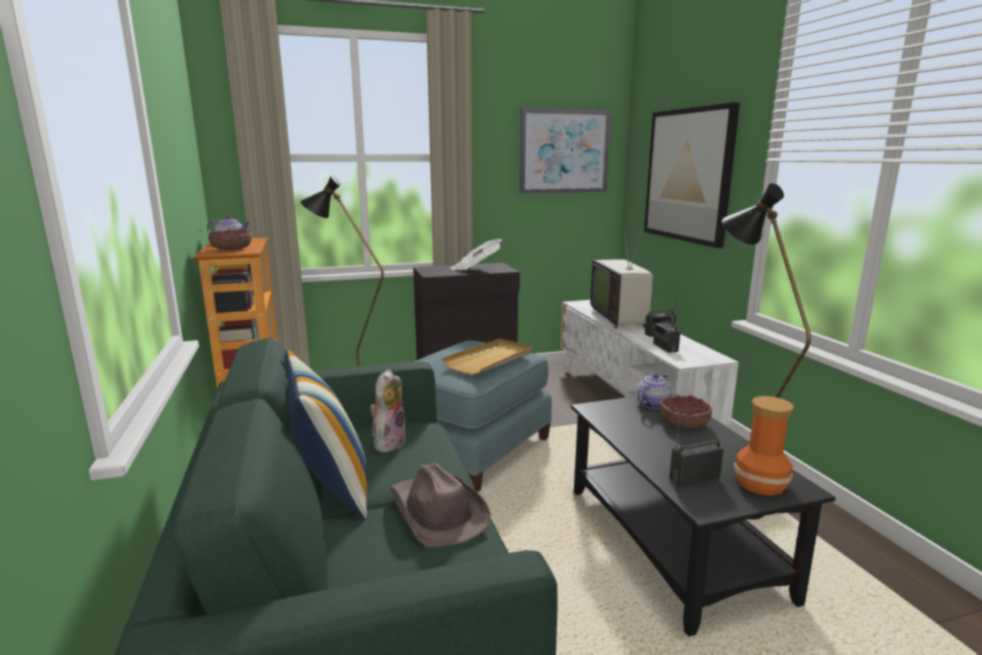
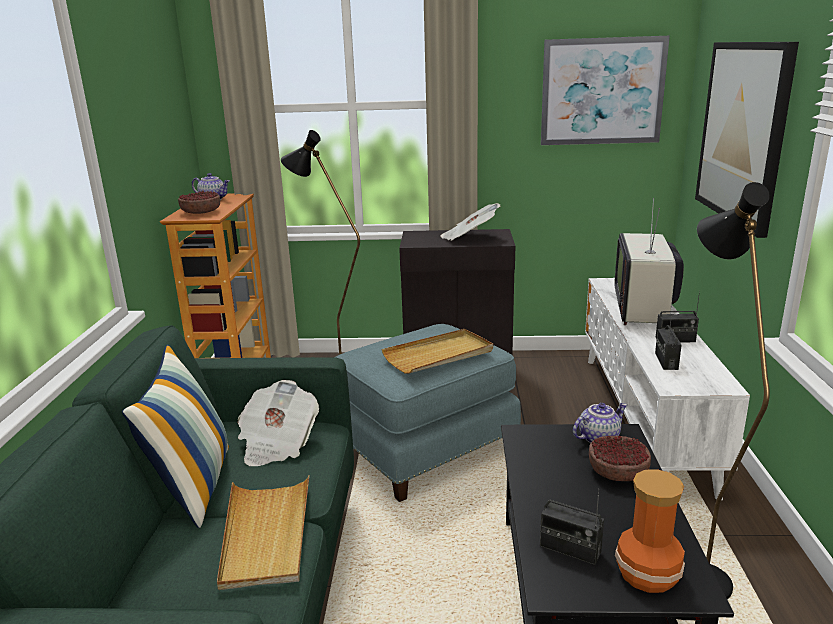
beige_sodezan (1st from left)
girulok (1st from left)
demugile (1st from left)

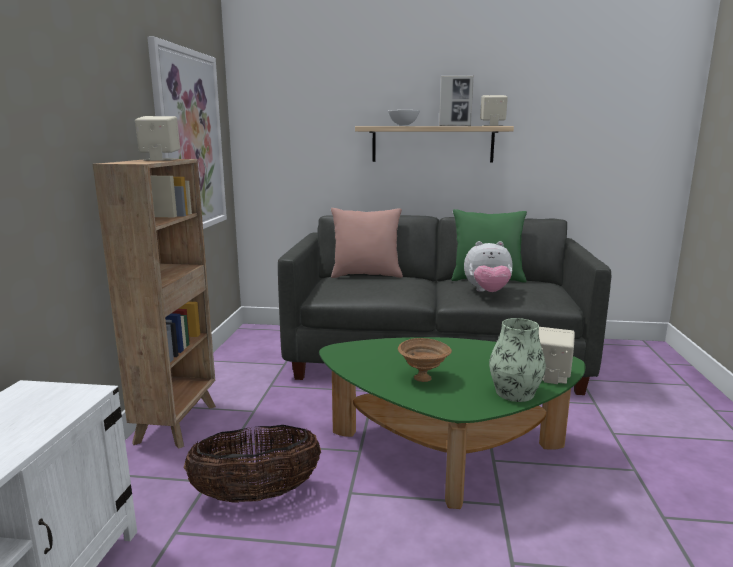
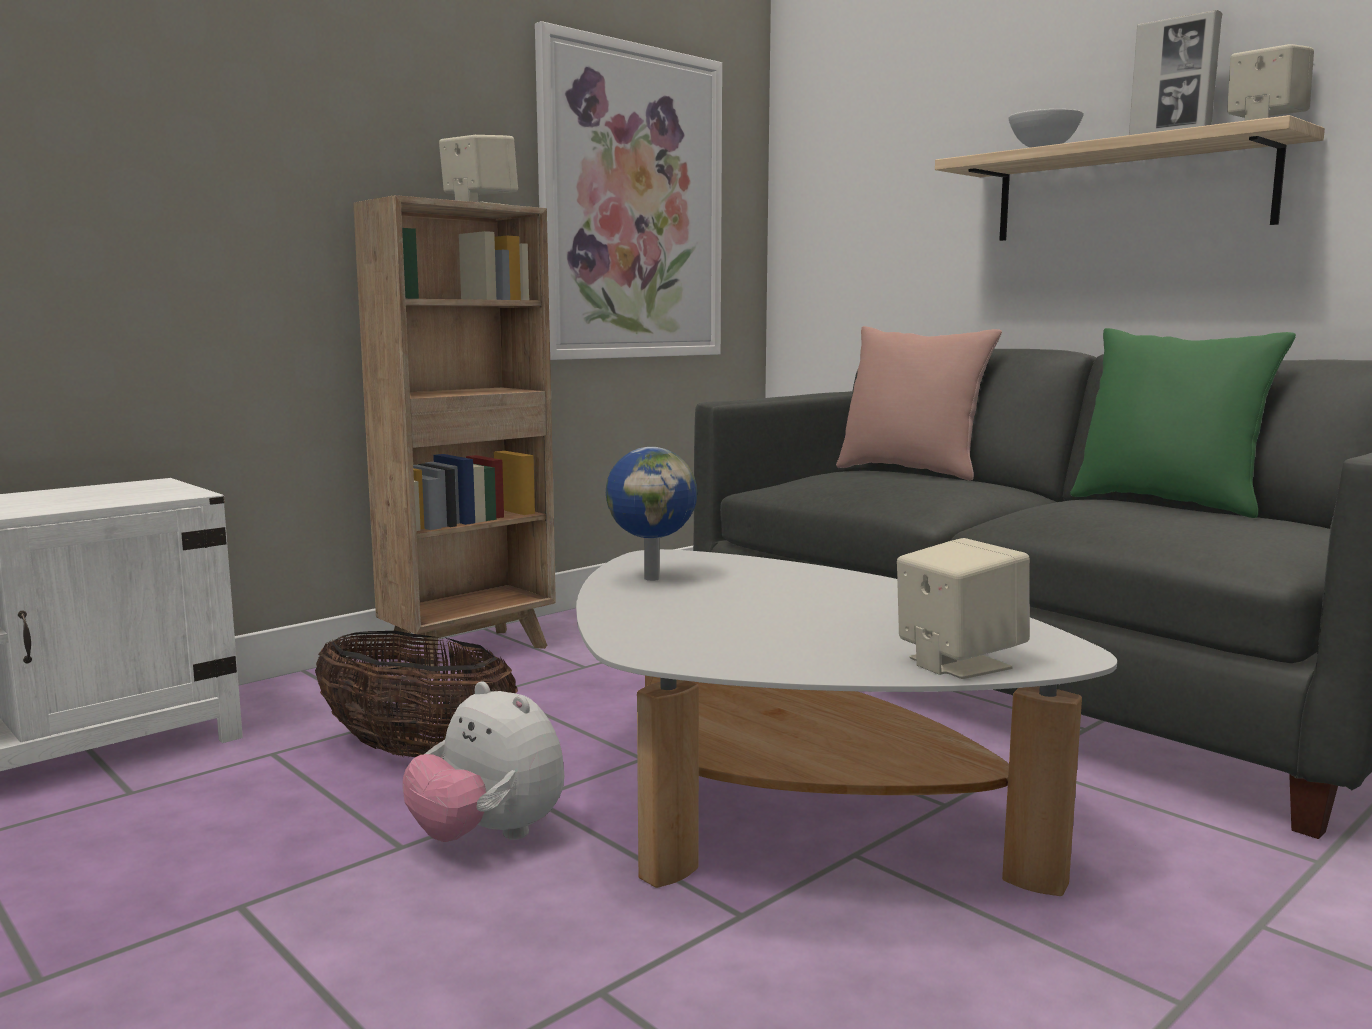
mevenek
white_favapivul
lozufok
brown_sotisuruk
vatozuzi

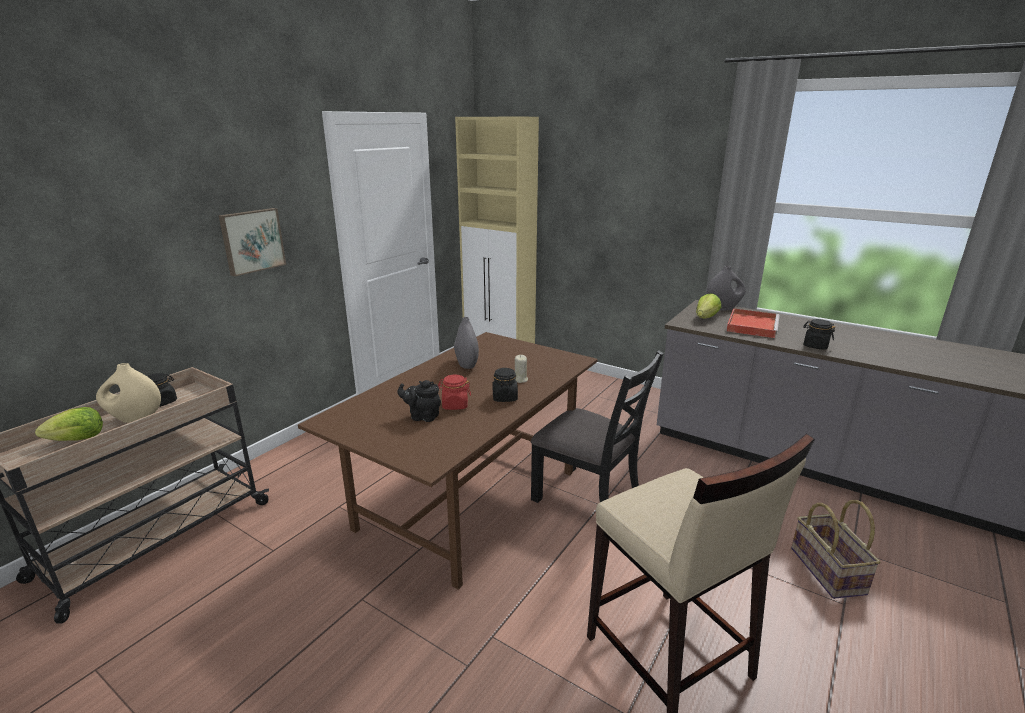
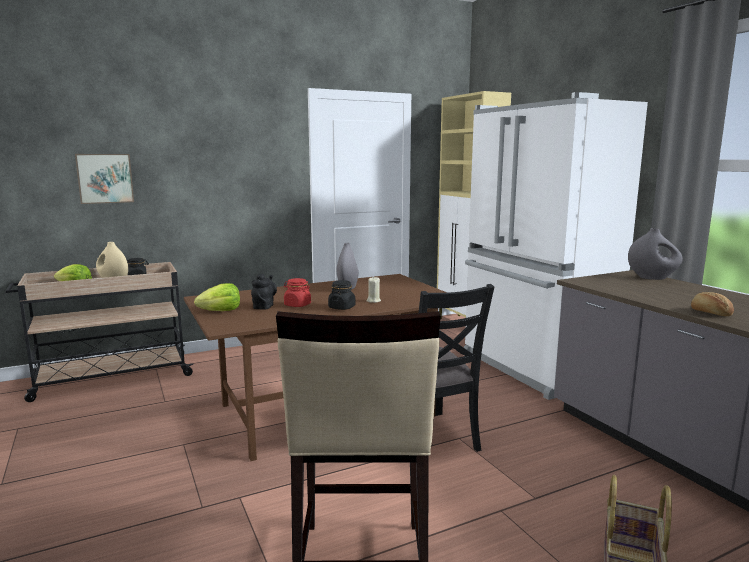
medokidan
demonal (2nd from left)
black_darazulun
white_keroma
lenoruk
red_sodezan

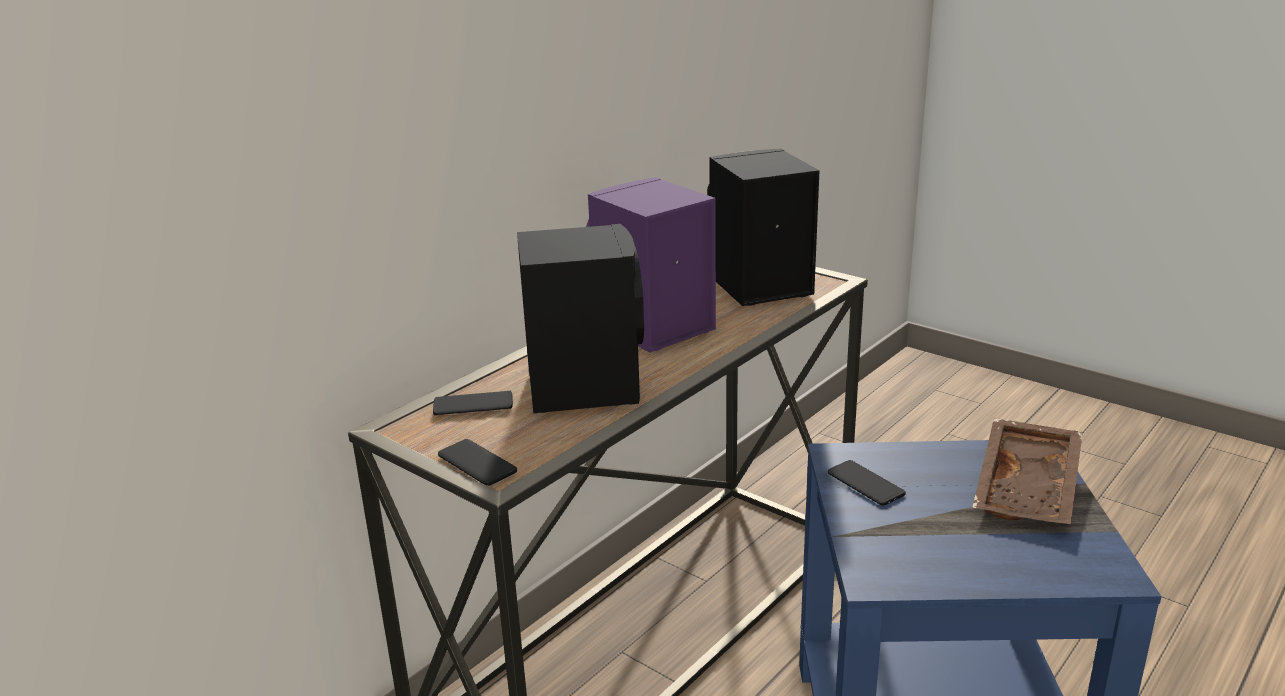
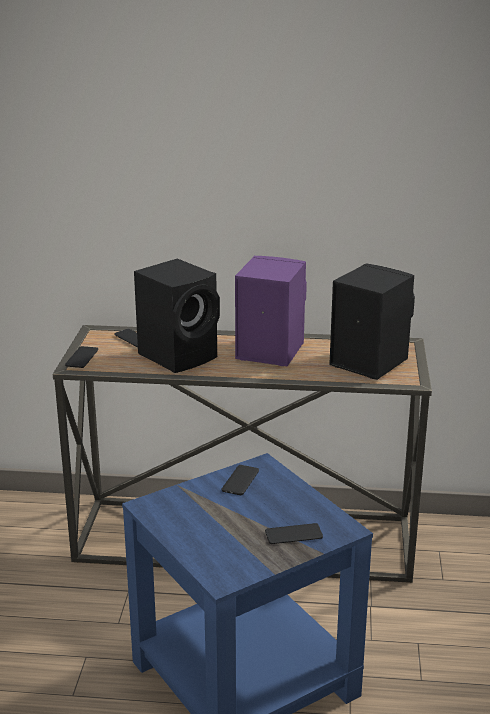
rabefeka (4th from left)

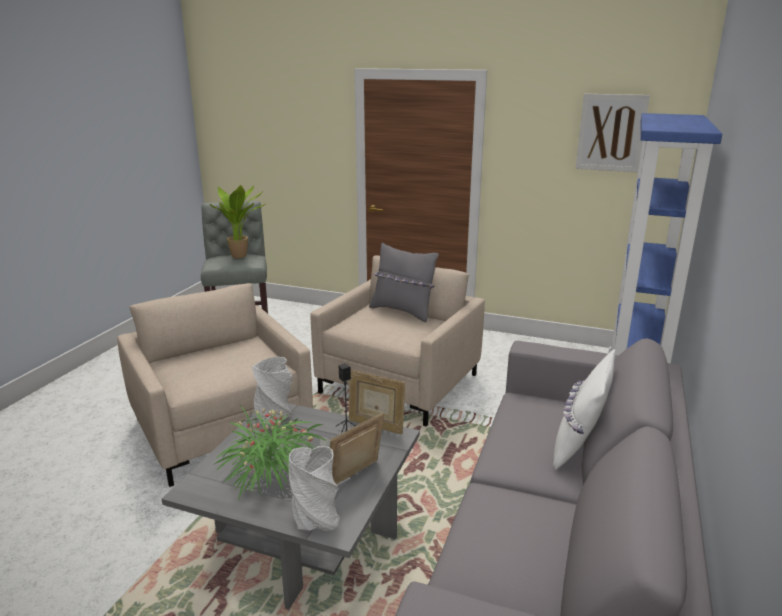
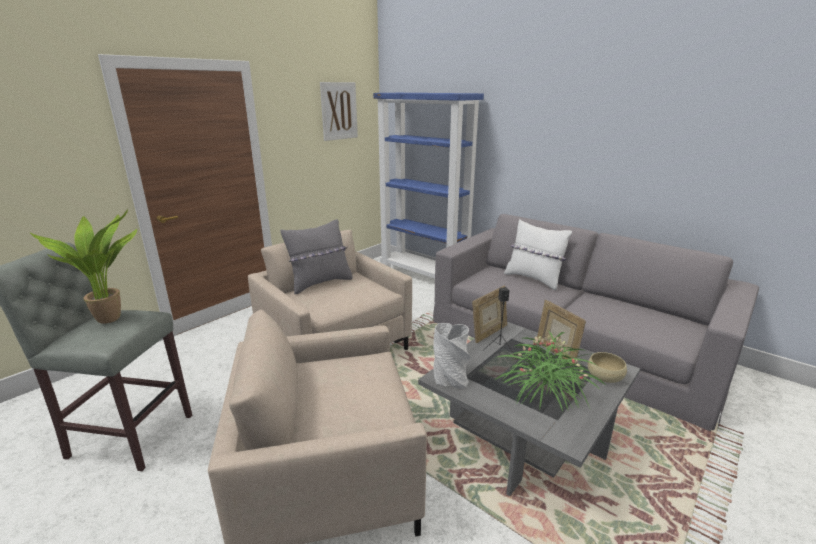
beige_sotisuruk

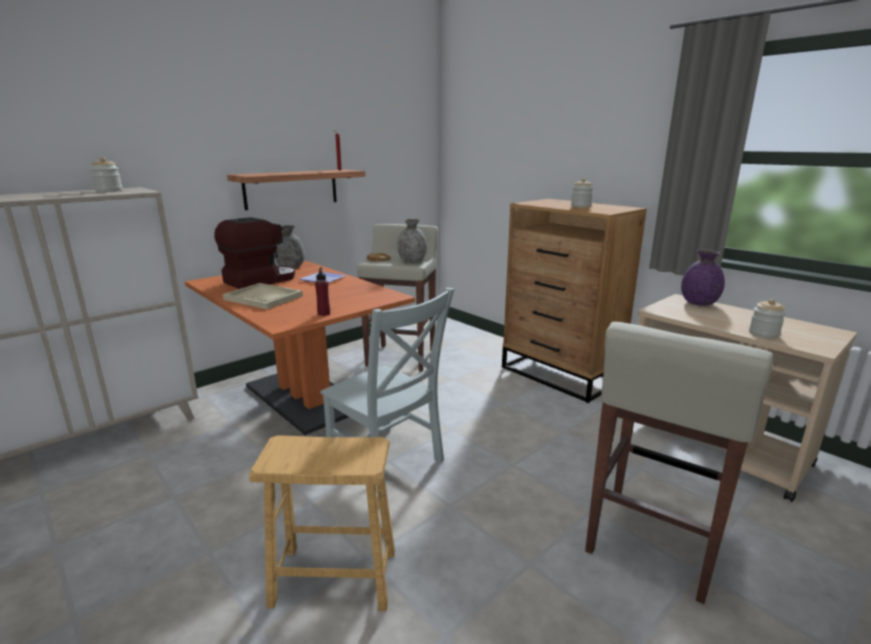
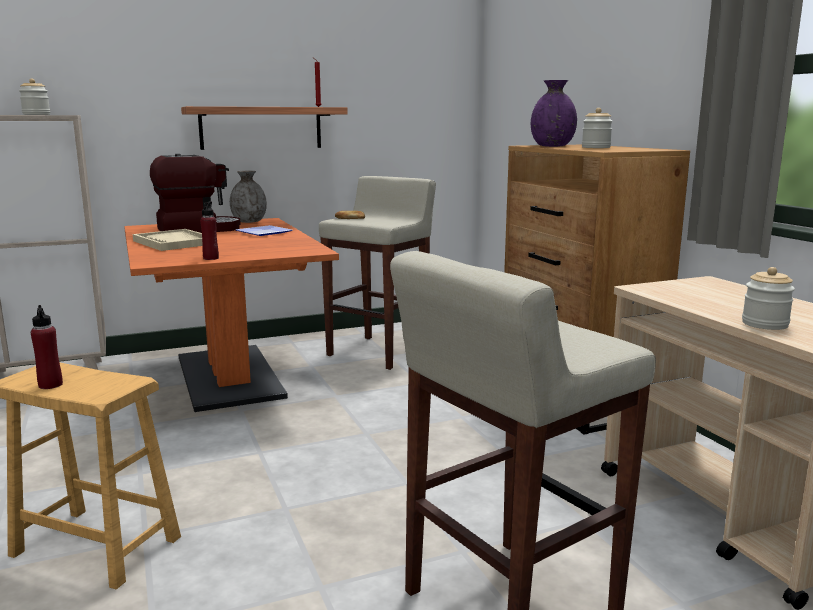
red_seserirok (1st from left)
purple_vatozuzi
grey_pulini
grey_vatozuzi (2nd from left in the first image)

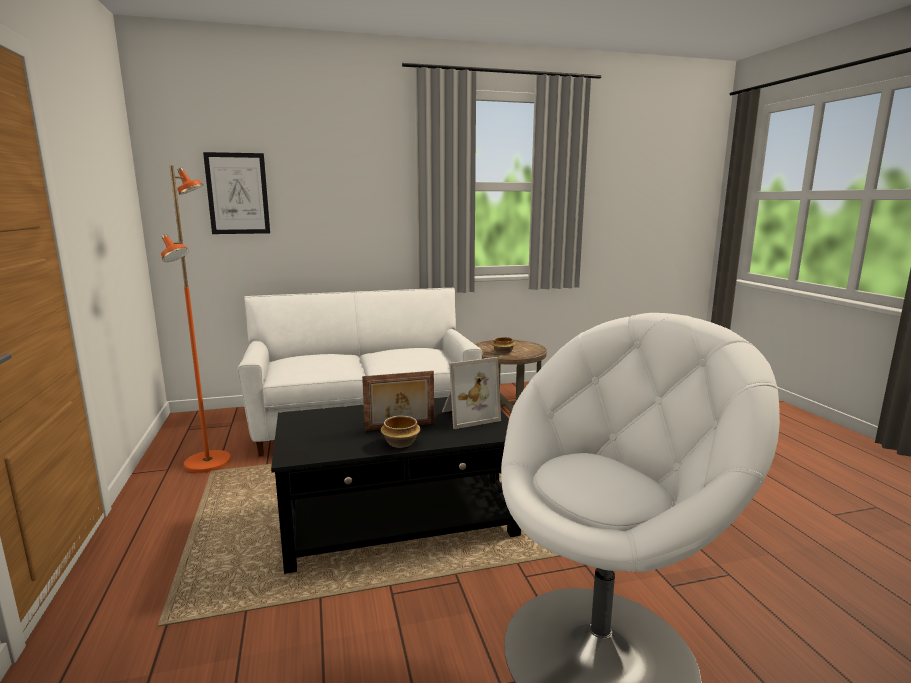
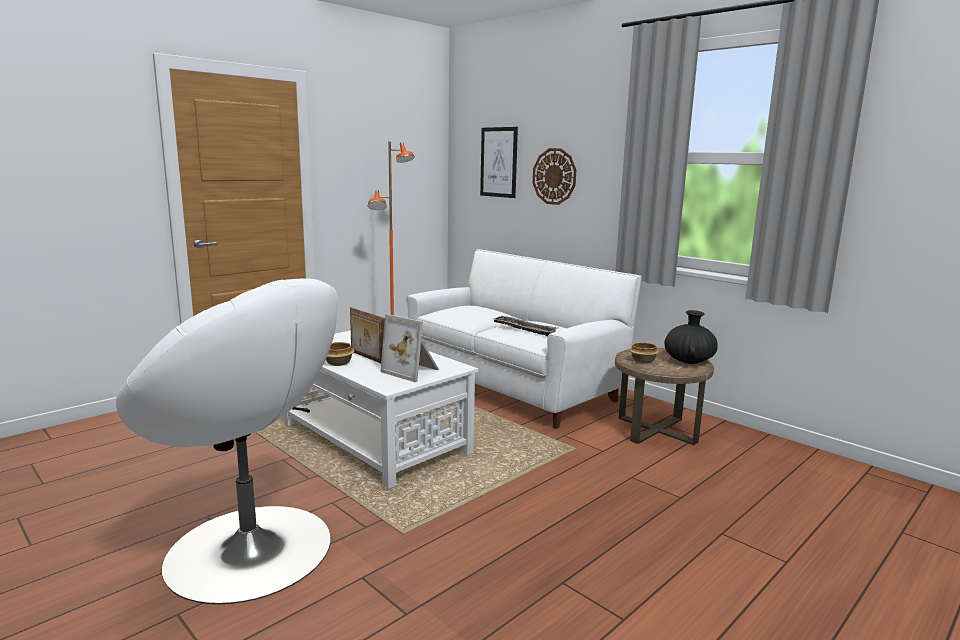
white_favapivul
sodezan
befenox
black_vatozuzi

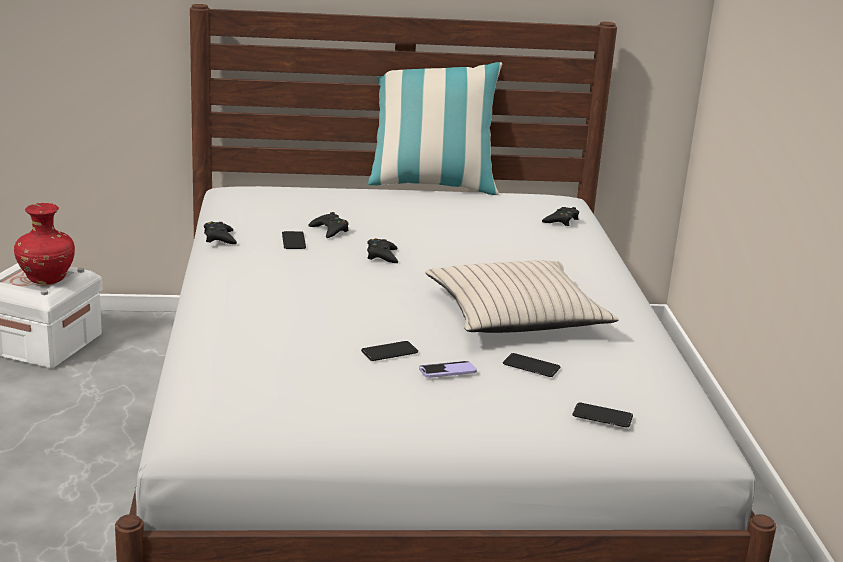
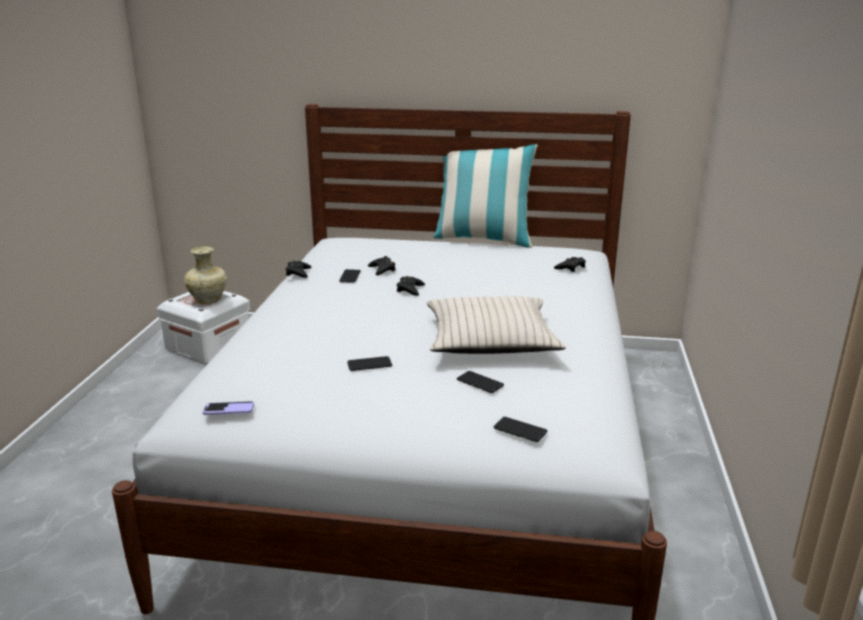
beige_vatozuzi
rabefeka (1st from left)

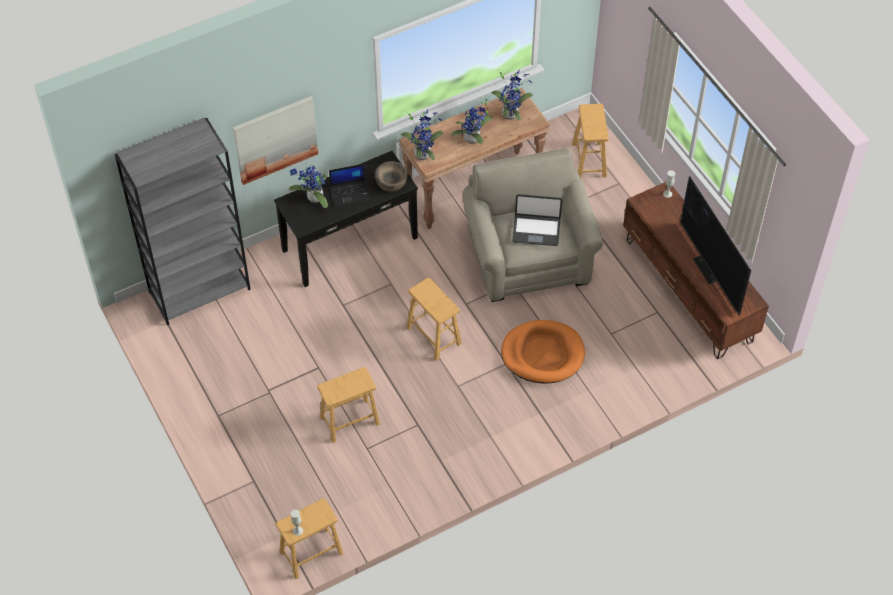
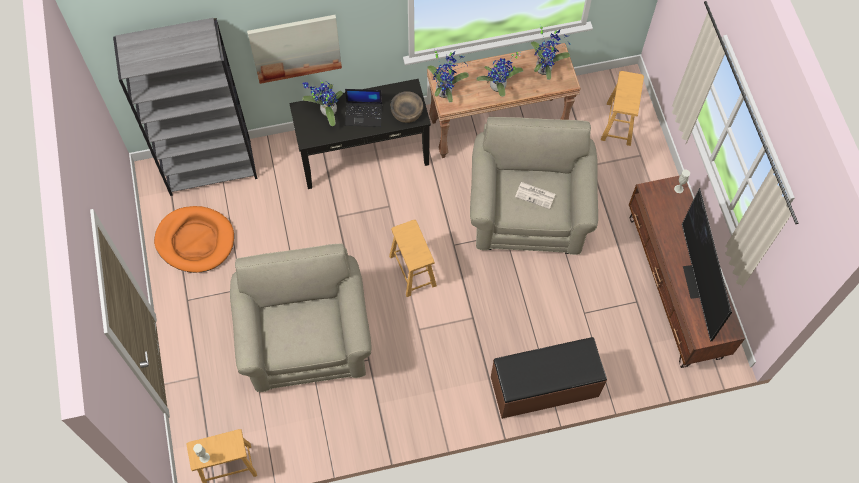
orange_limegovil
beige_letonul (1st from left)
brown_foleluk
girulok

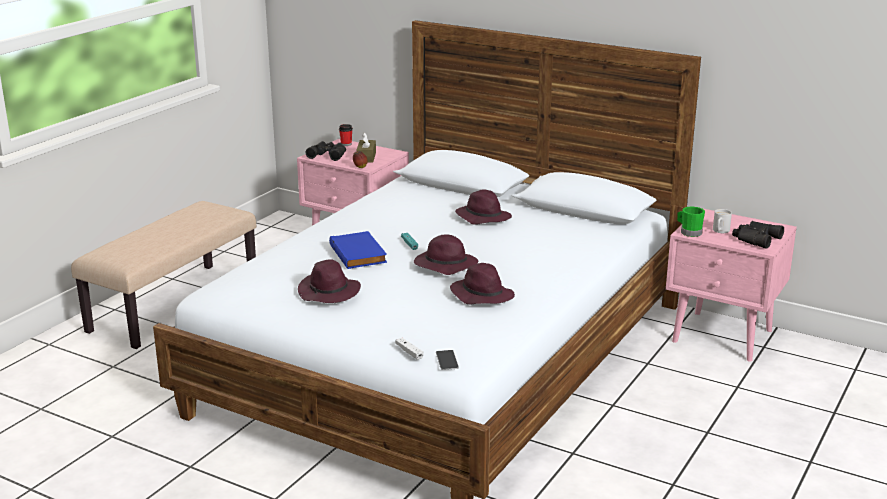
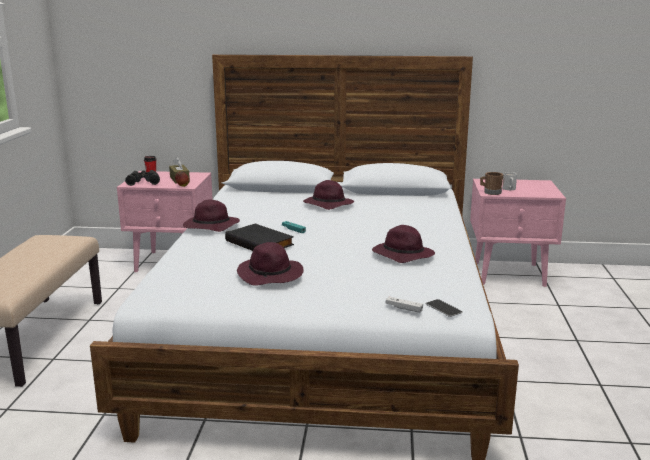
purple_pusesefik (1st from left)
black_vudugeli
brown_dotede
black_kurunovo (2nd from left in the first image)

